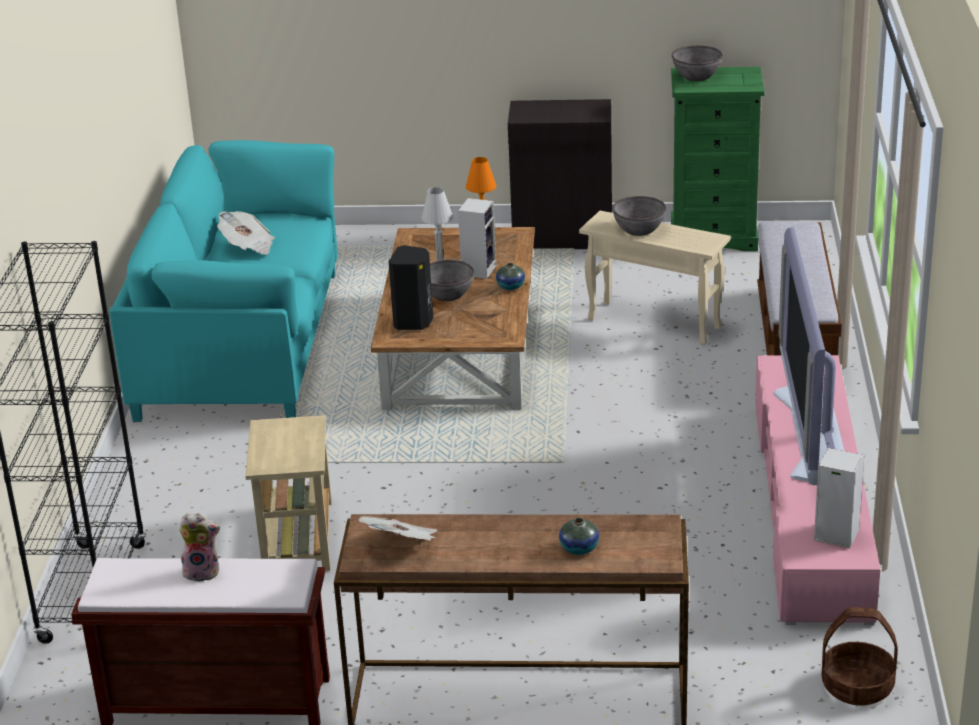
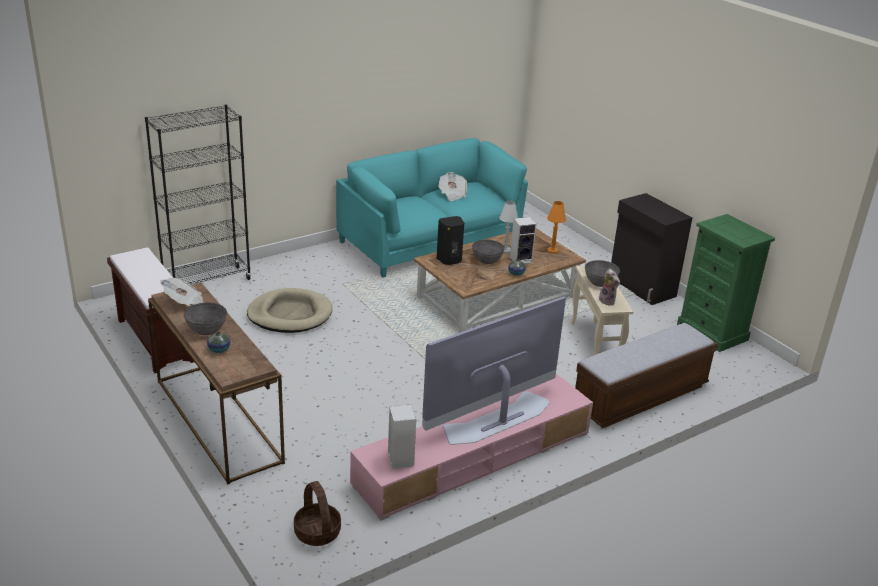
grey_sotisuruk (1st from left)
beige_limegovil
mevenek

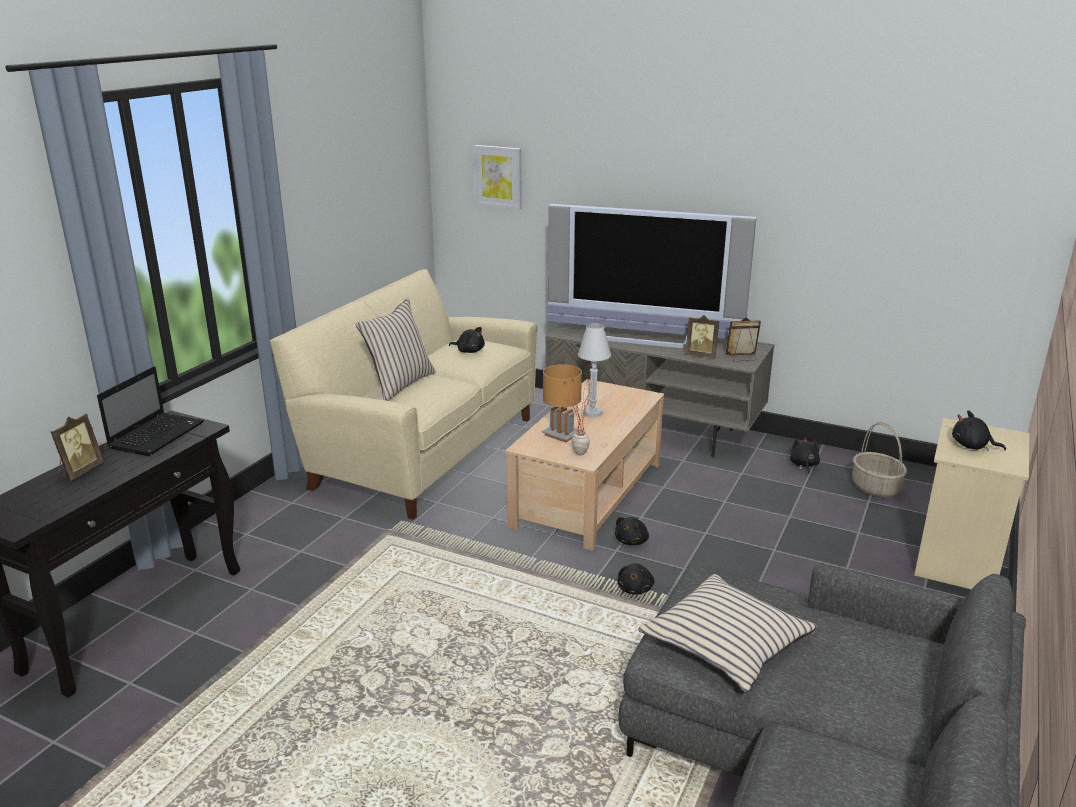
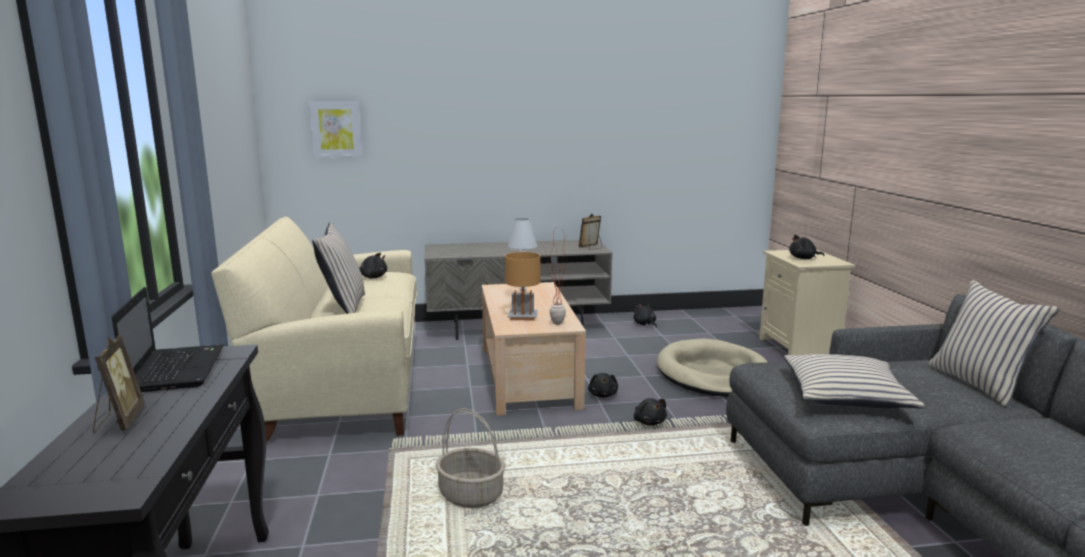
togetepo
beige_limegovil
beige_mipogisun (3rd from left)
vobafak
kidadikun (2nd from left in the first image)

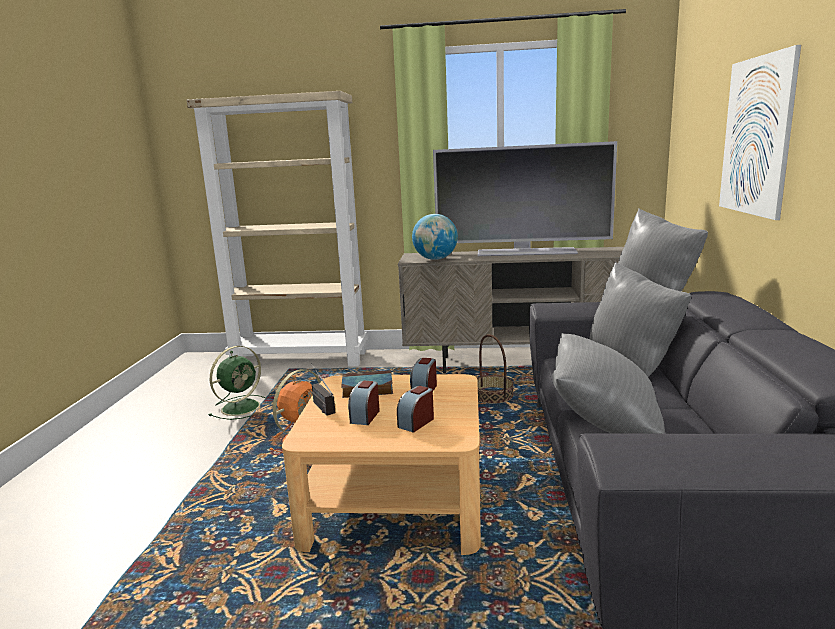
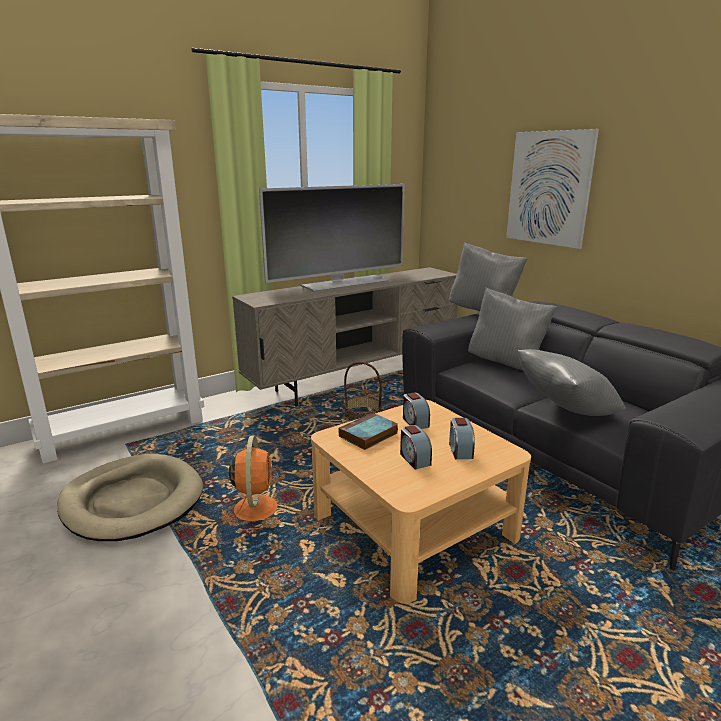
beige_limegovil
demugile
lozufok

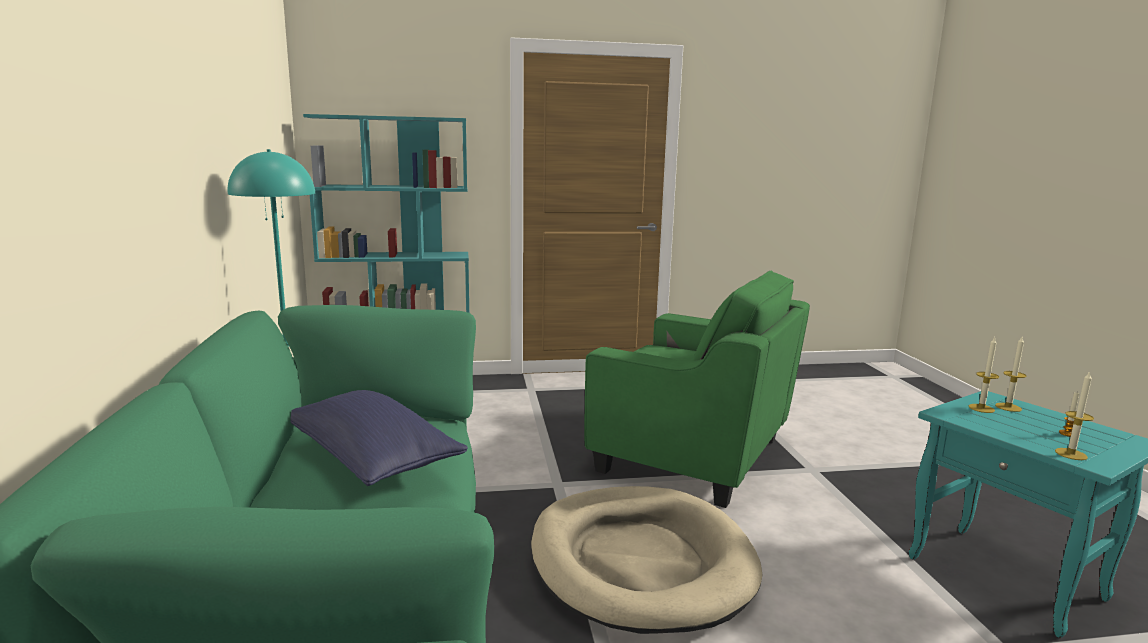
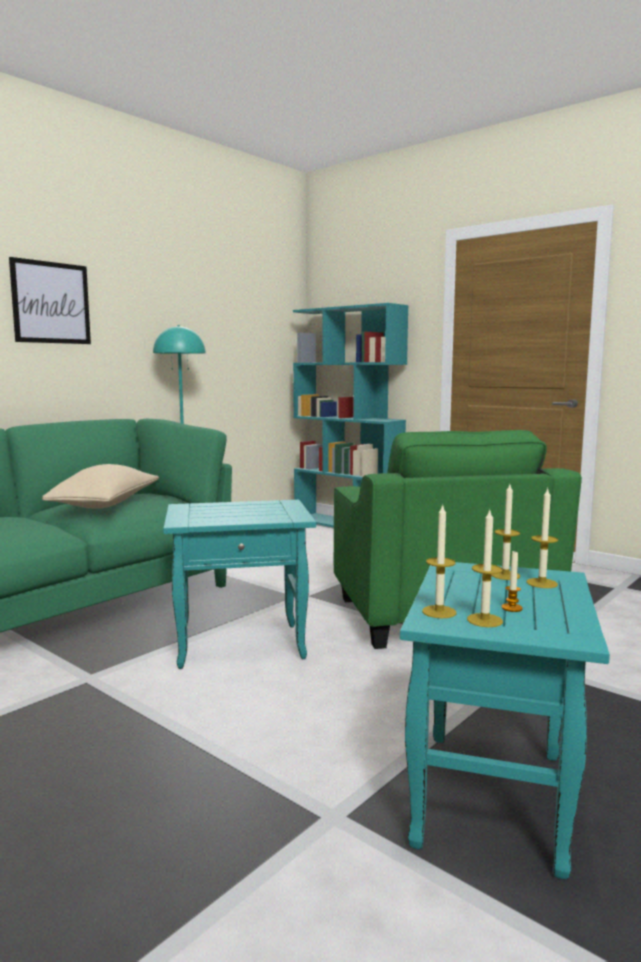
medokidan
beige_mipogisun
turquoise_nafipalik (1st from left)
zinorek (2nd from left)

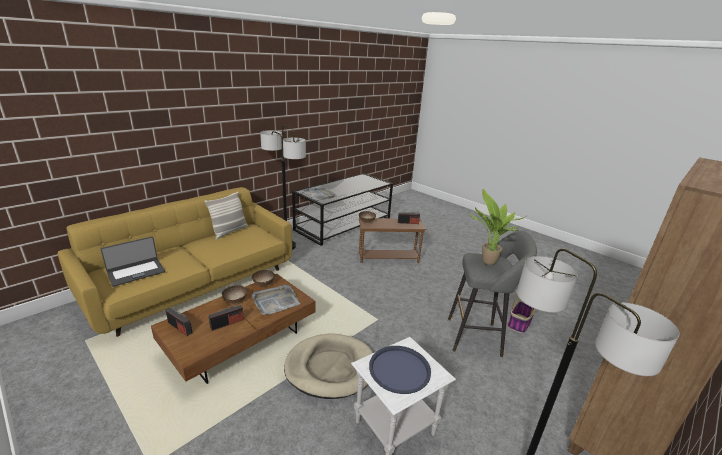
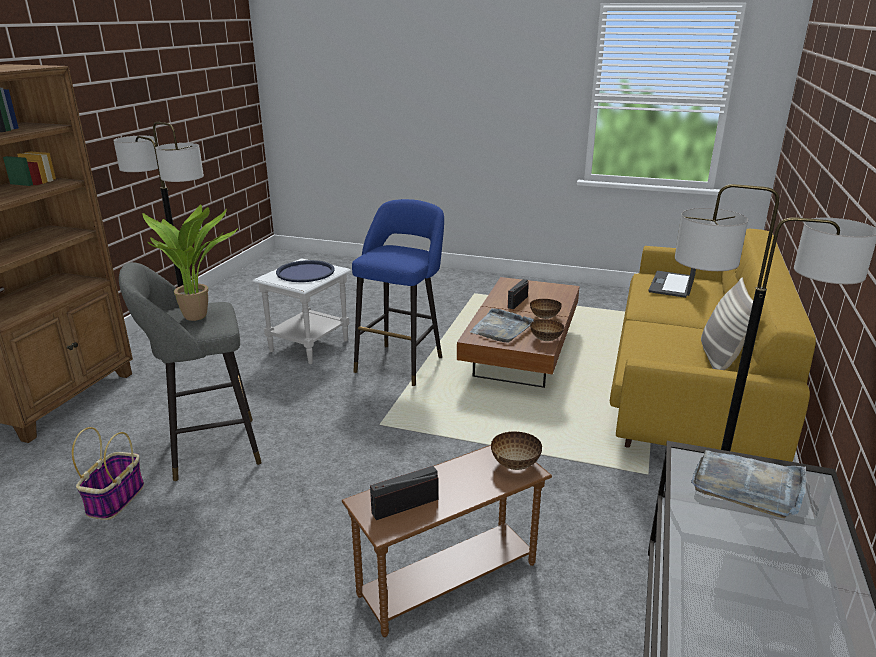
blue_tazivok
demugile (1st from left in the first image)

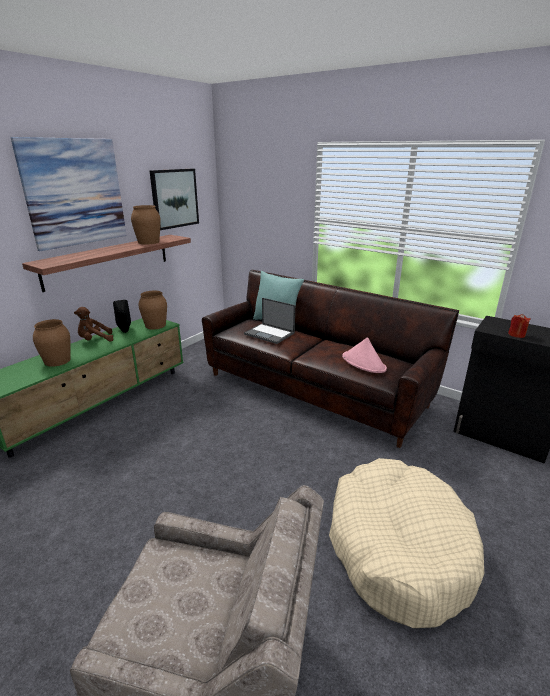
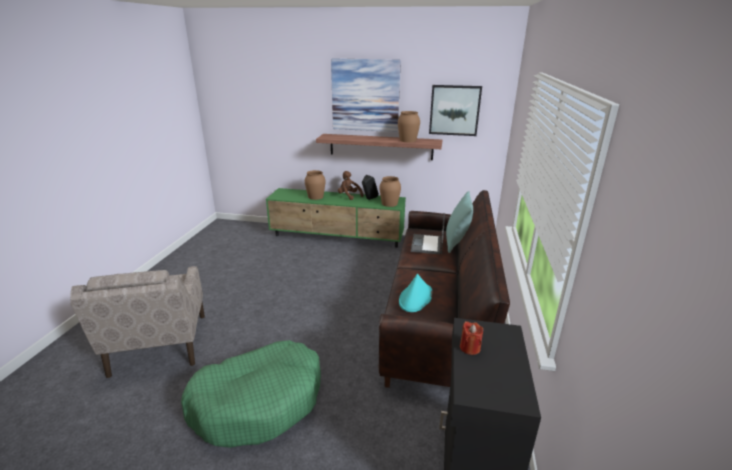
green_limegovil
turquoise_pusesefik

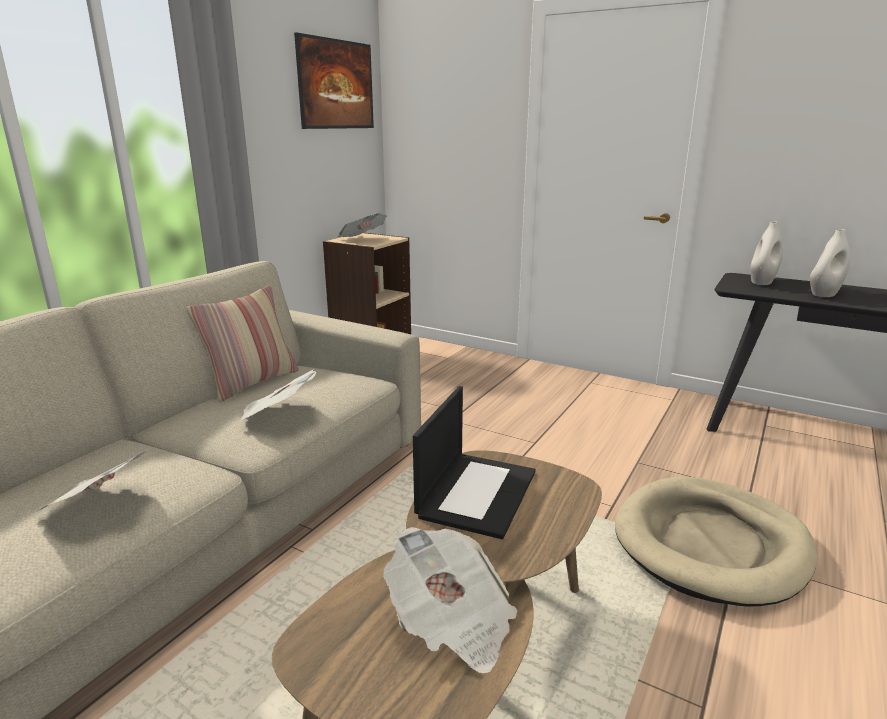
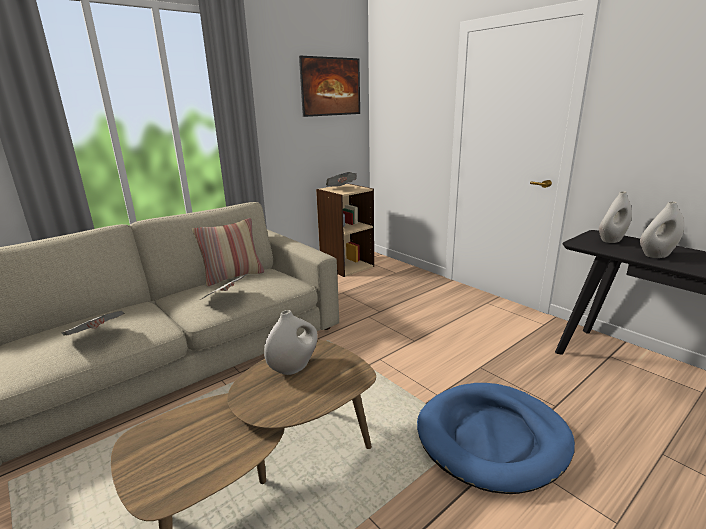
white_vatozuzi (1st from left)
blue_limegovil
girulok (4th from left in the first image)

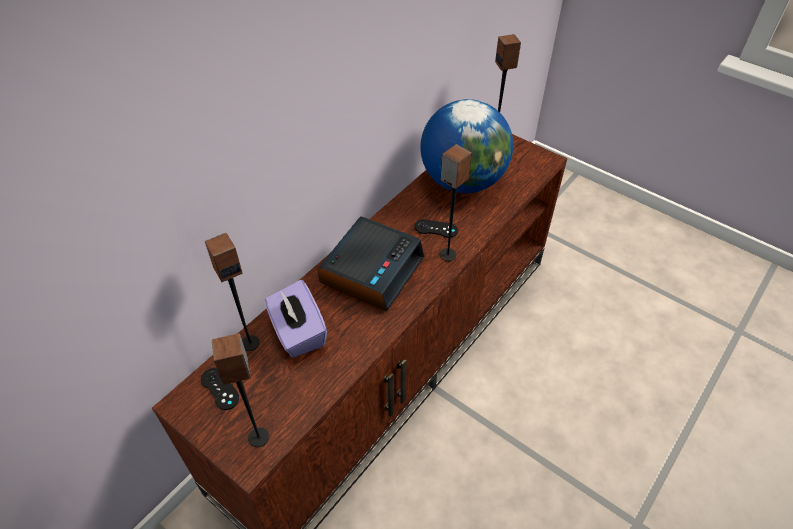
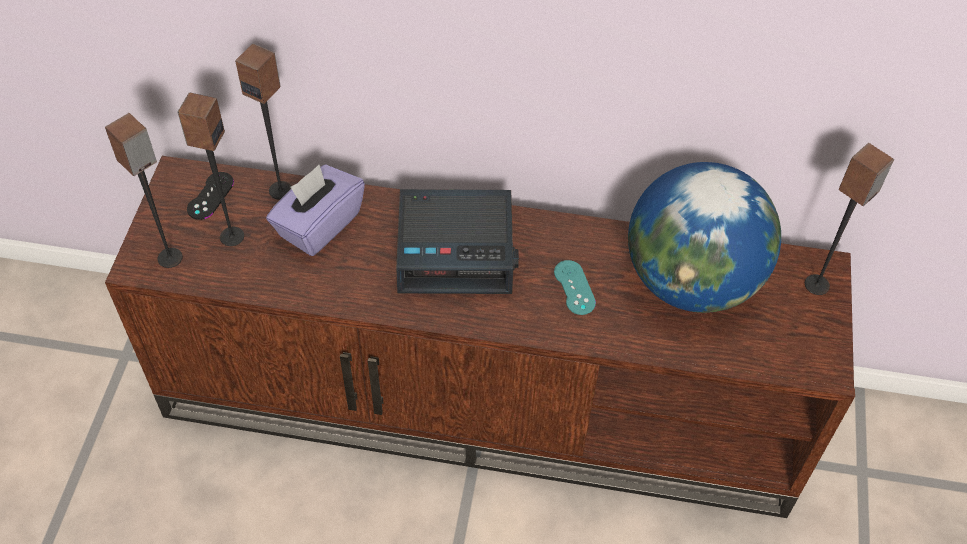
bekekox (2nd from left)
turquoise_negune

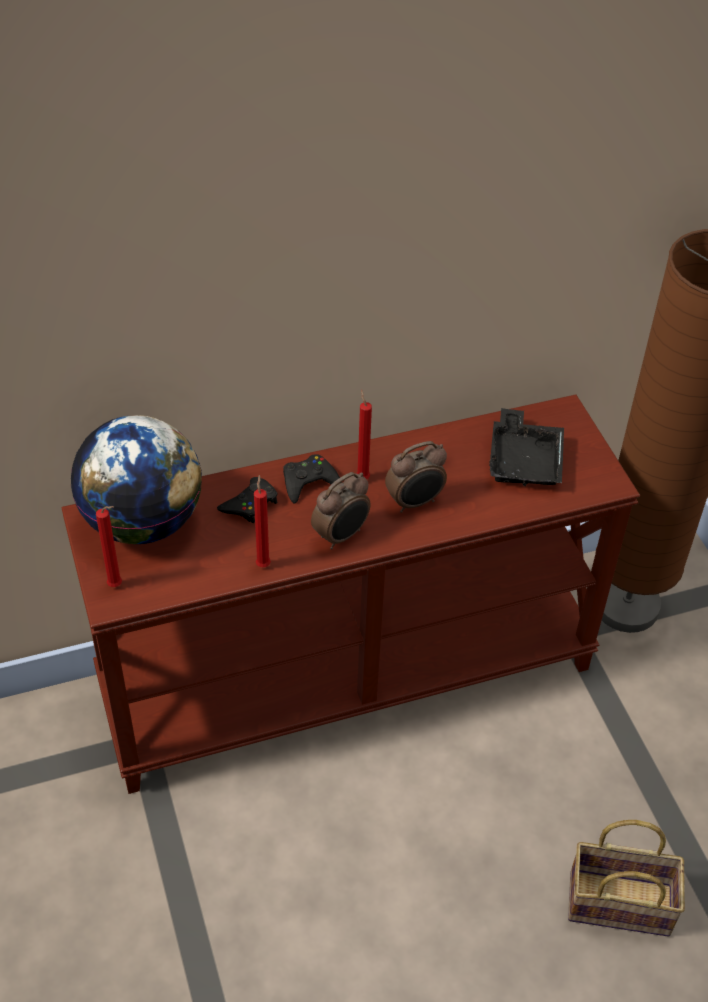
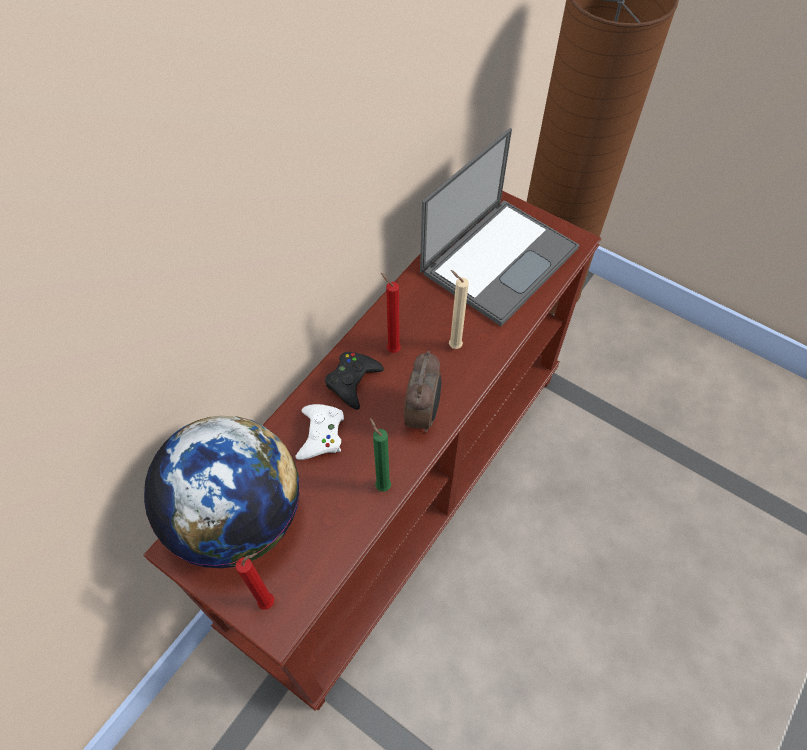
white_negune
green_zinorek
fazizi
beige_zinorek
togetepo

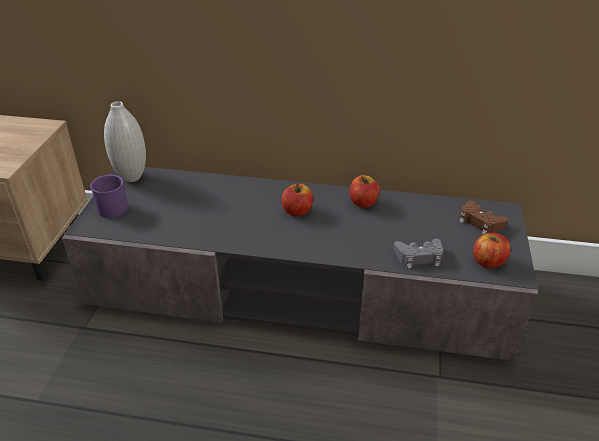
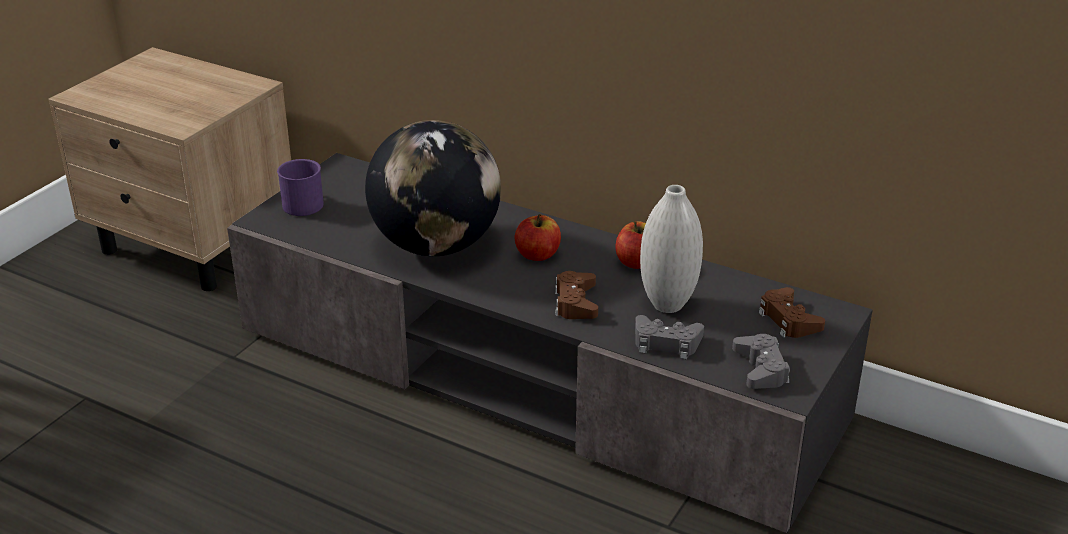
lozufok
brown_negune (1st from left)
white_vatozuzi
grey_negune (2nd from left)

